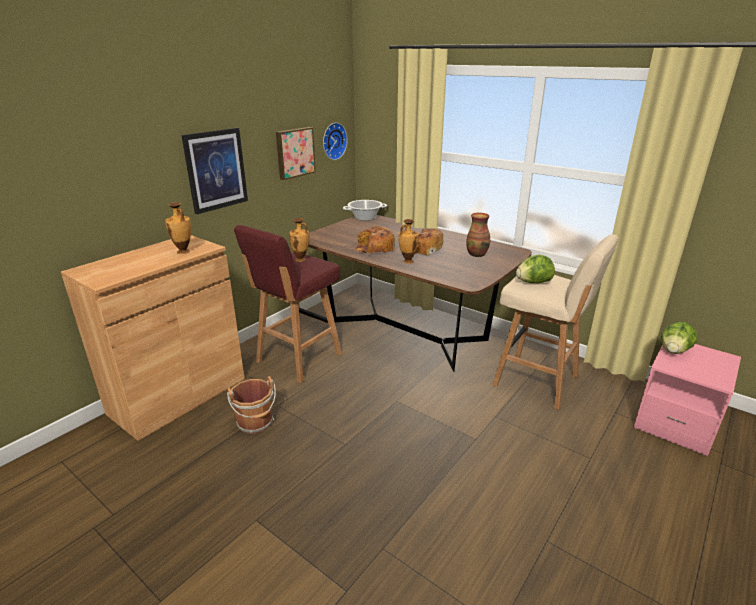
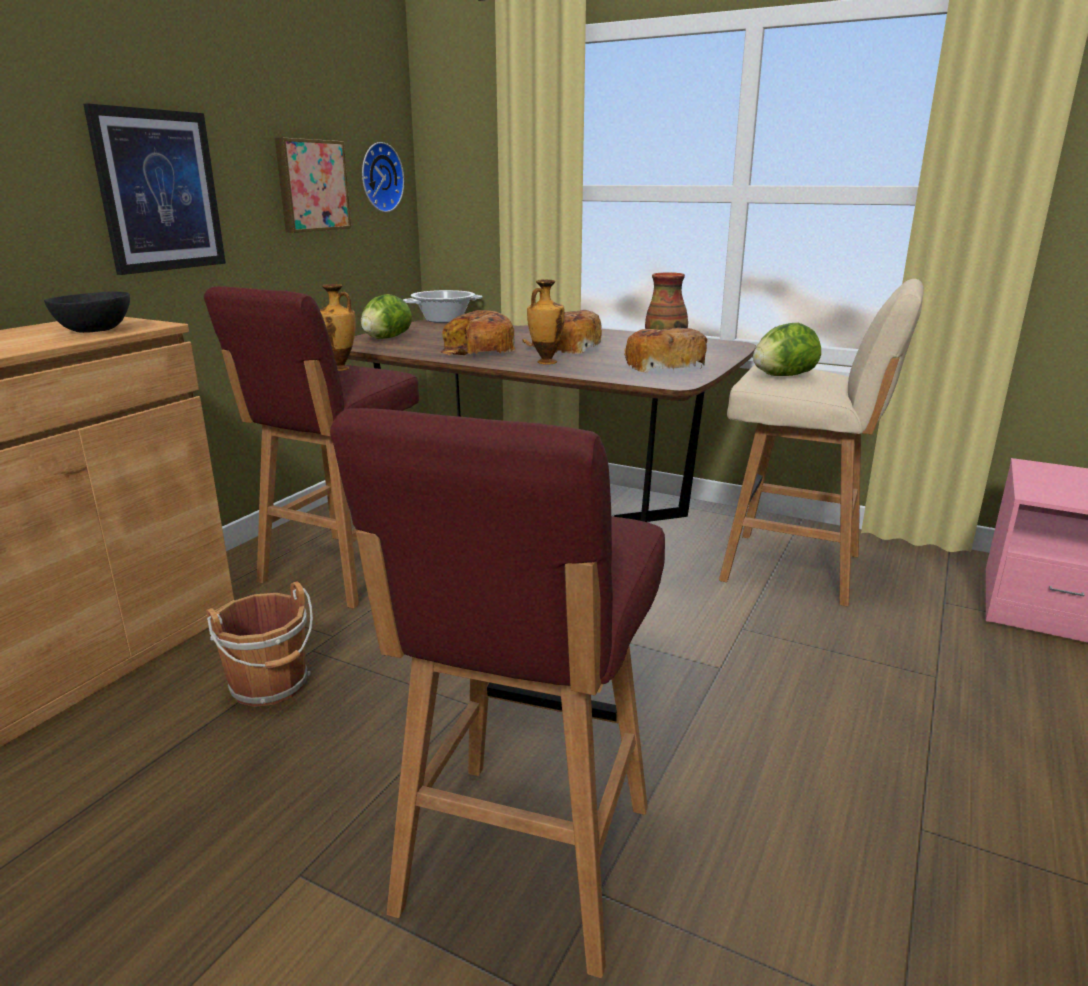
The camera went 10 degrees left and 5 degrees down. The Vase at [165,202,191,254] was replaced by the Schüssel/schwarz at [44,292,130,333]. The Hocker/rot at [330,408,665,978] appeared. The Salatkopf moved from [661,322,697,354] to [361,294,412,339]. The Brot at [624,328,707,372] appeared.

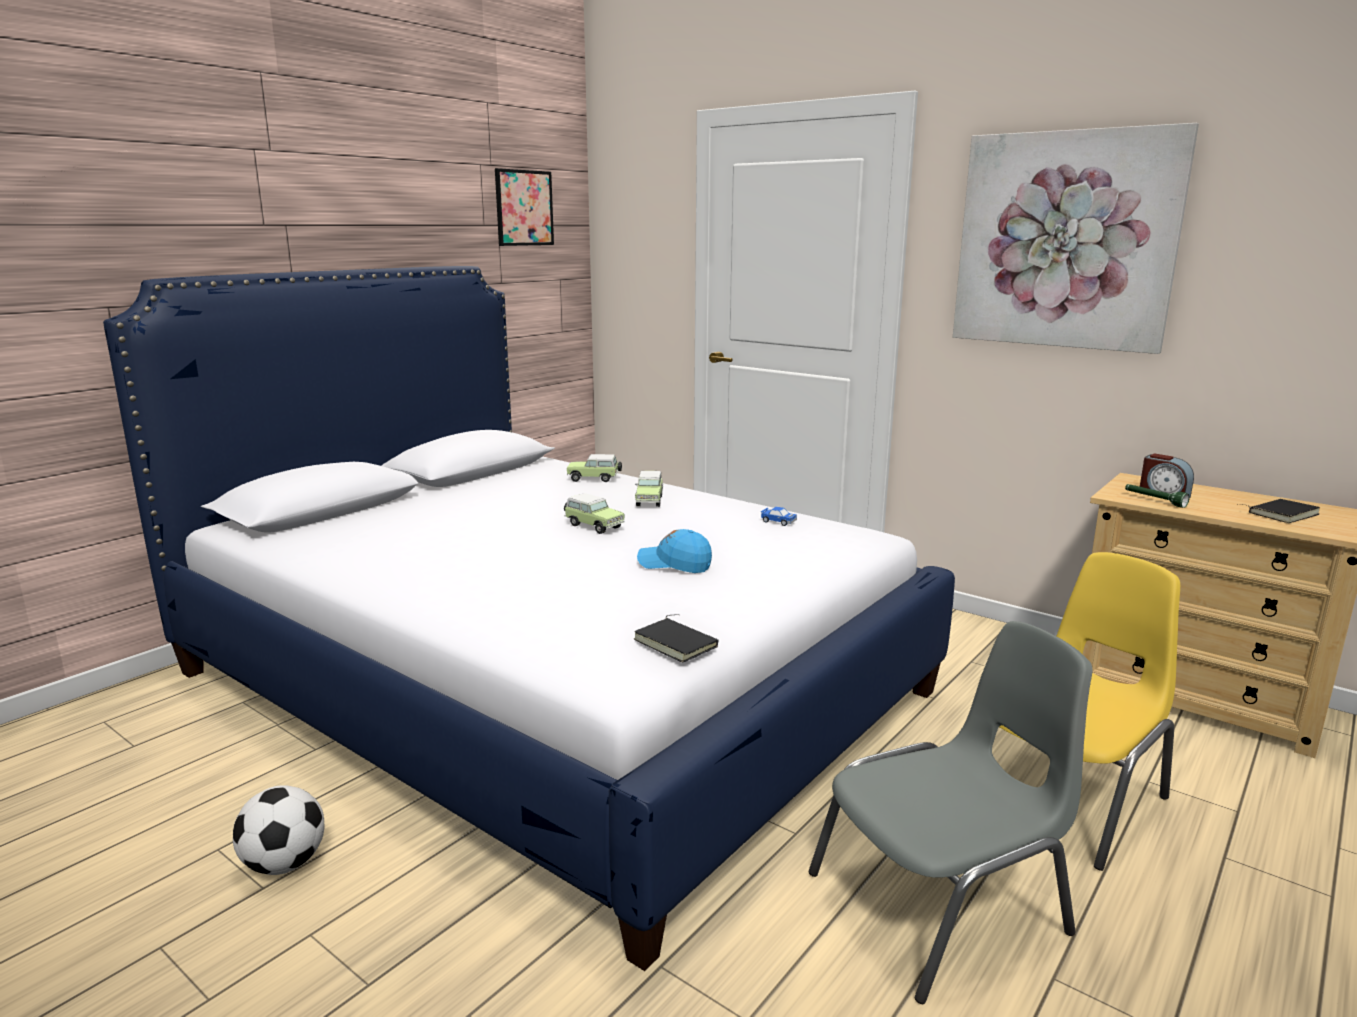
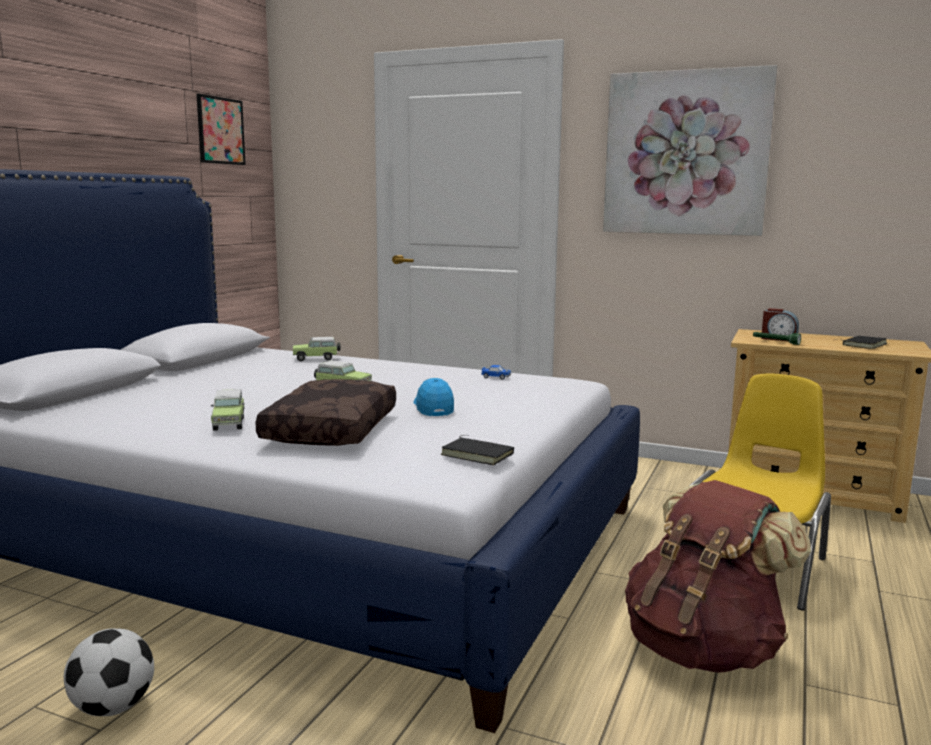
The camera went 15 degrees left and 5 degrees down. The Spielzeugauto moved from [635,471,663,507] to [211,389,245,431]. The Kissen/braun at [255,379,396,446] appeared. The Kappe/blau at [637,529,712,573] turned 75 degrees clockwise. The Stuhl/grau at [808,621,1092,1004] was replaced by the Rucksack/braun at [625,480,811,673].

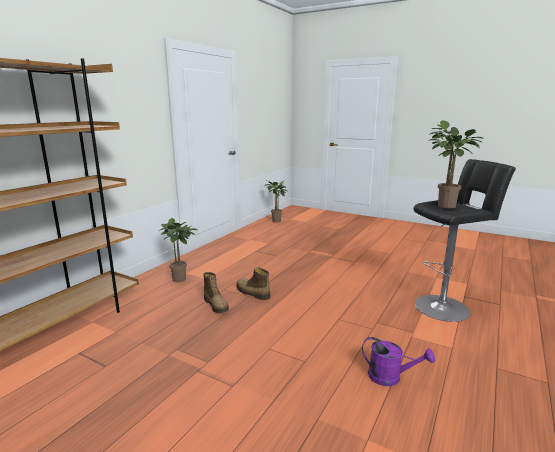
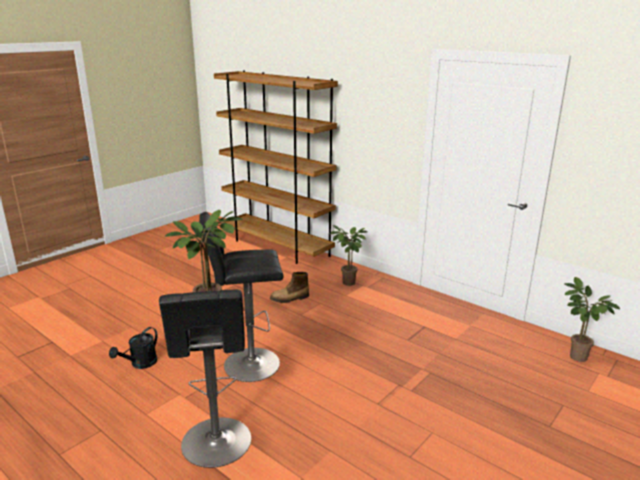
The camera went 100 degrees right and 5 degrees up. The Gießkanne/lila at [362,337,435,386] became the Gießkanne/schwarz at [109,327,158,369]. The Hocker/schwarz at [199,212,284,382] appeared. The Stiefel at [236,267,270,300] disappeared.

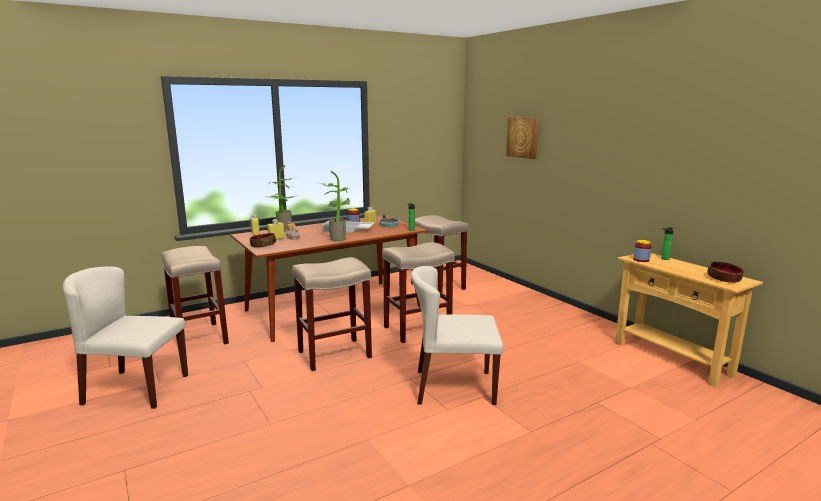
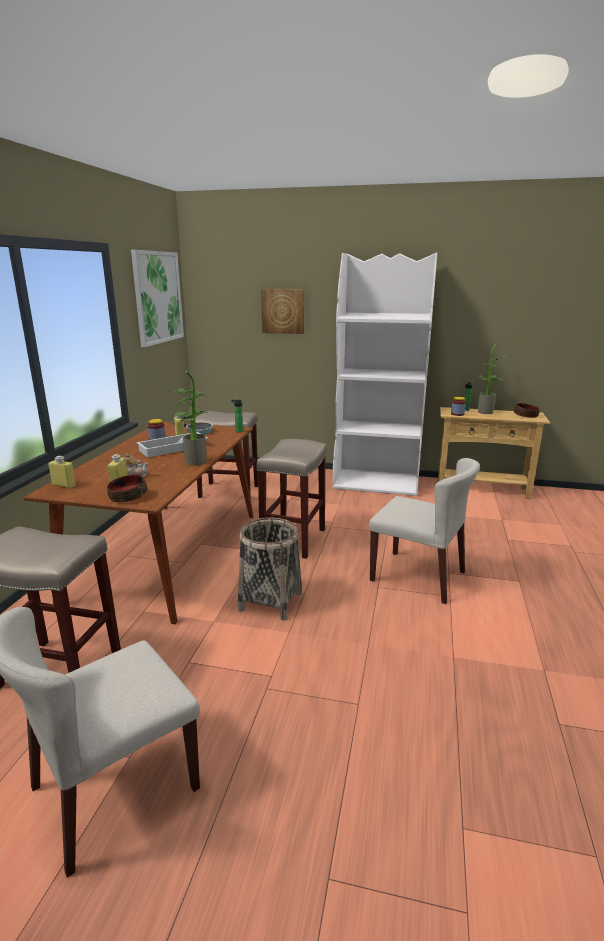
The camera went 45 degrees left and 5 degrees up. The Bild at [131,250,184,347] appeared. The Hocker/beige at [292,257,372,371] was replaced by the Korb at [238,517,302,621]. The Bücherregal/weiß at [332,252,437,496] appeared. The Stuhl/beige at [411,266,503,405] turned 105 degrees counterclockwise. The Topfpflanze moved from [265,165,298,231] to [478,344,506,414].

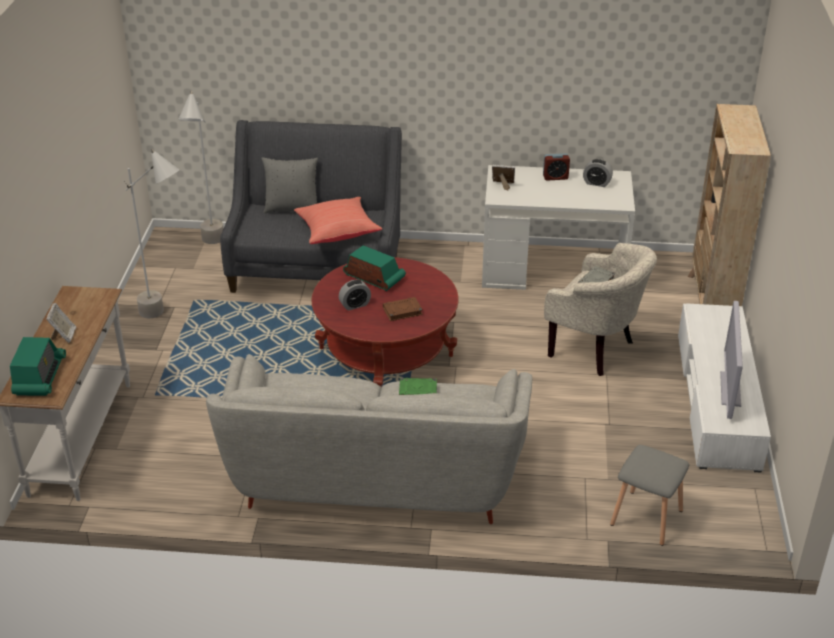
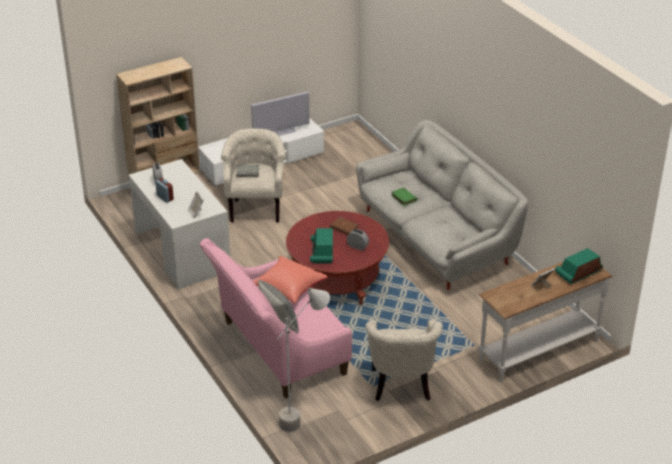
The camera went 125 degrees left and 0 degrees up. The Sofa/grau at [220,120,402,293] became the Sofa/rosa at [200,238,352,398]. The Stehlampe/grau at [124,149,179,318] was replaced by the Sessel/beige at [365,319,443,401]. The Hocker/grau at [610,445,689,546] disappeared.

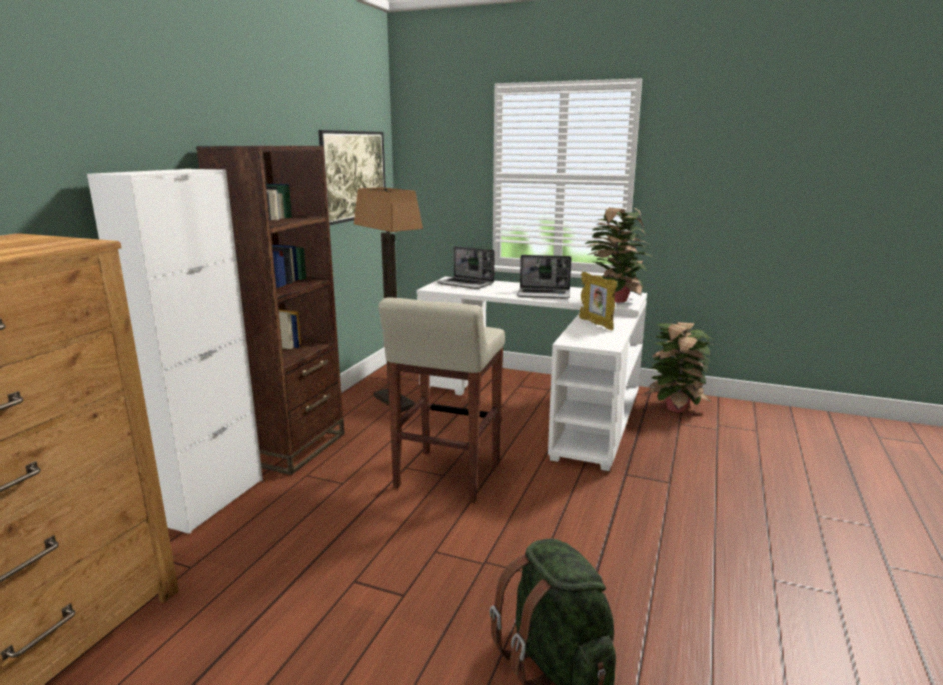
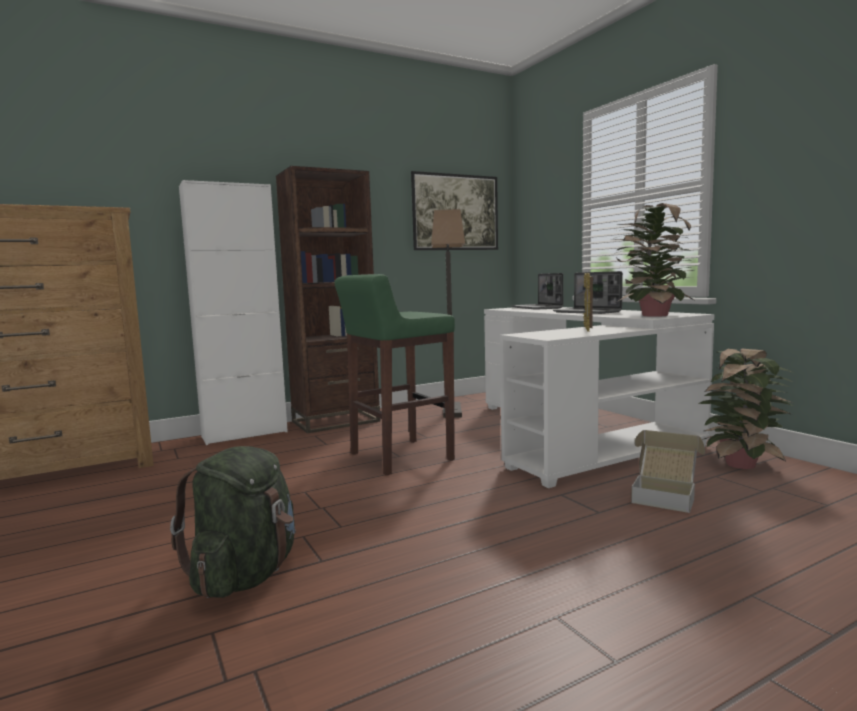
The camera went 40 degrees right and 10 degrees down. The Hocker/beige at [378,297,505,503] became the Hocker/grün at [334,274,455,476]. The Karton at [631,430,705,513] appeared.

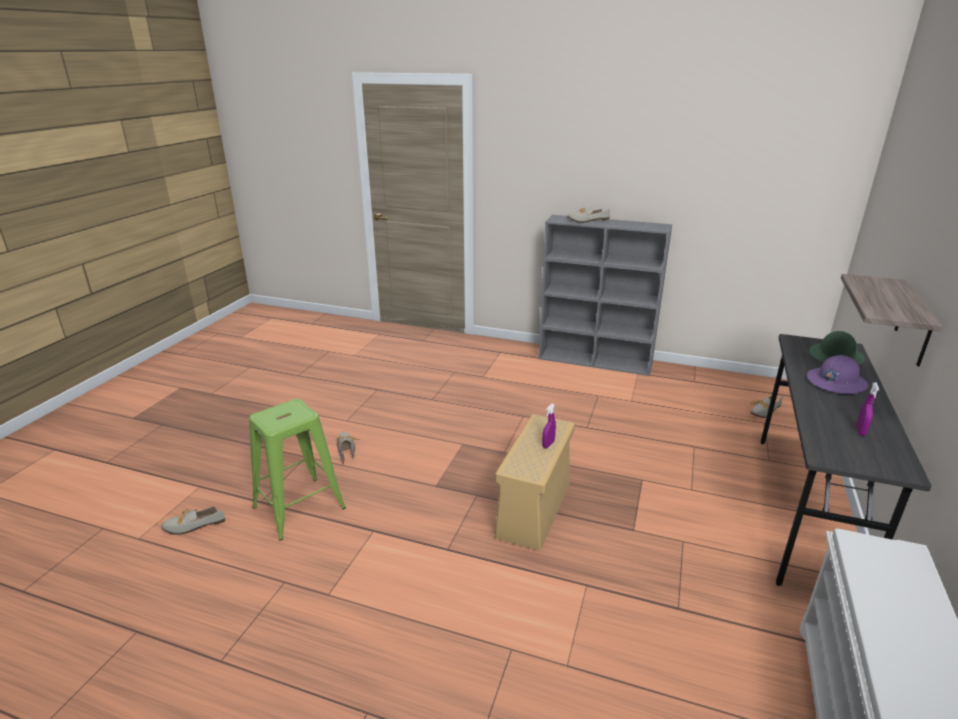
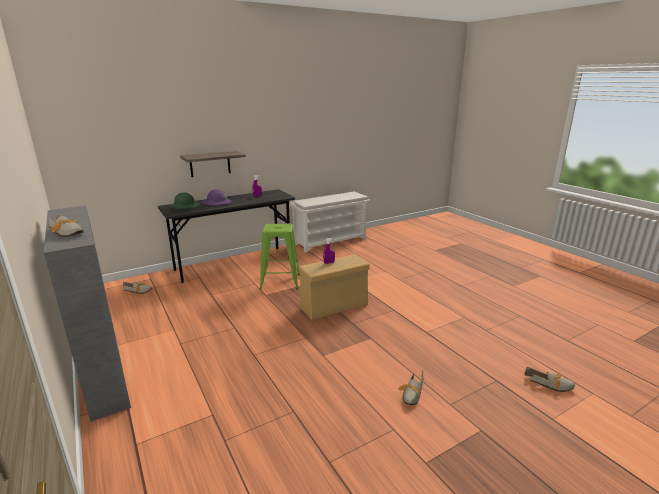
The camera went 140 degrees left and 5 degrees down. The Hocker/grün moved from [249,399,346,541] to [260,224,300,290].

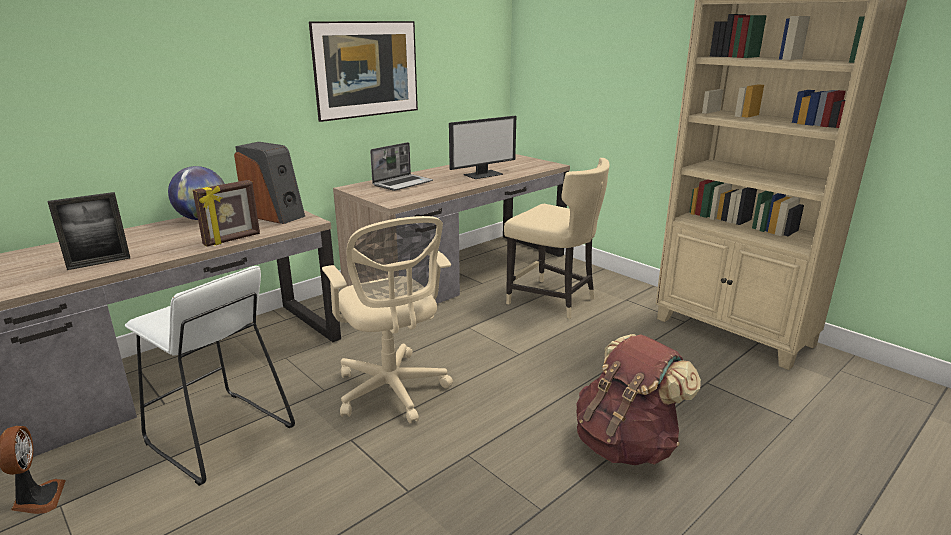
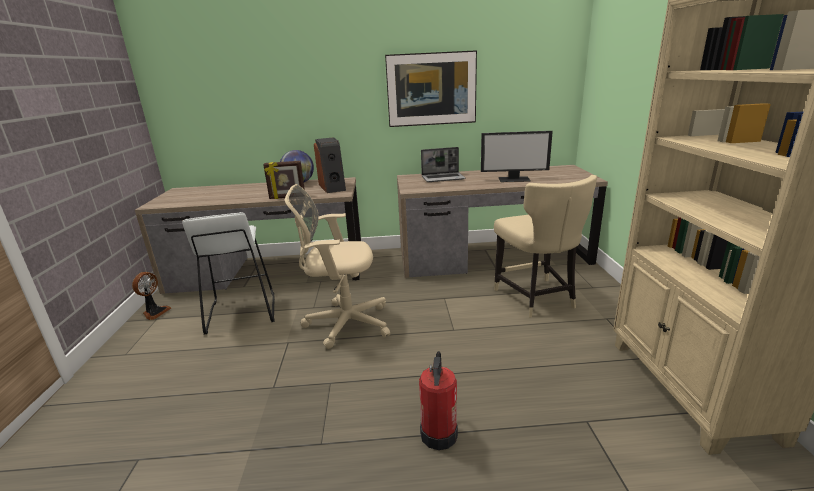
The camera went 40 degrees right and 0 degrees up. The Bürostuhl/beige at [322,216,453,424] turned 75 degrees clockwise. The Rucksack/braun at [577,334,701,465] was replaced by the Feuerlöscher at [419,351,458,450]. The Bilderrahmen at [48,192,130,270] disappeared.

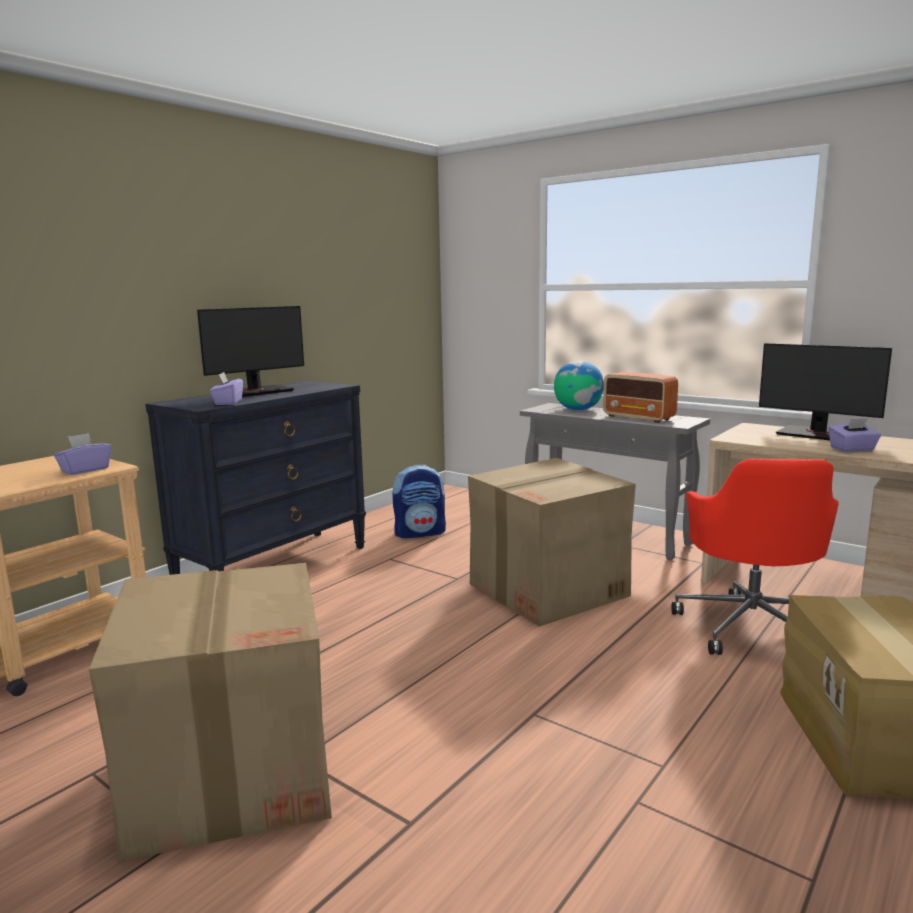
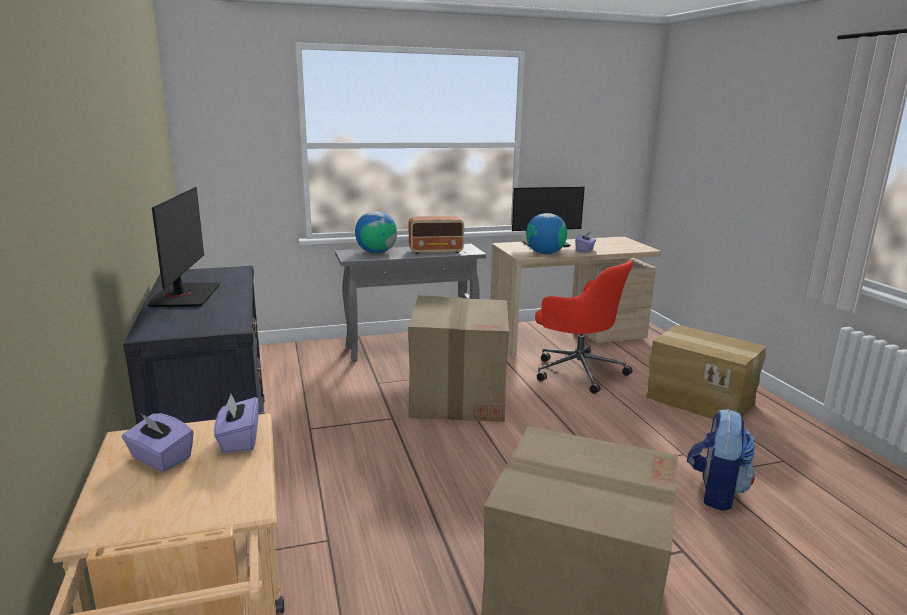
The camera went 55 degrees left and 5 degrees up. The Taschentuchbox/lila moved from [210,372,243,405] to [122,413,194,472]. The Globus at [526,213,567,254] appeared. The Rucksack moved from [392,465,446,538] to [687,409,755,511].

